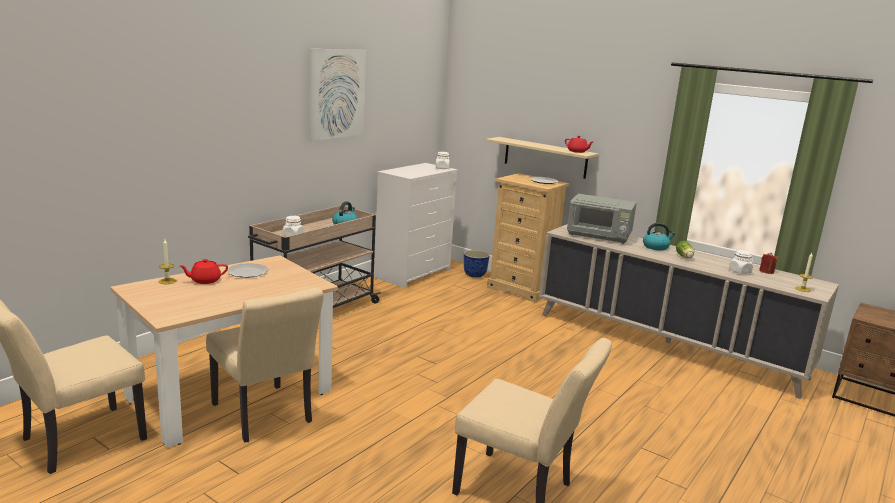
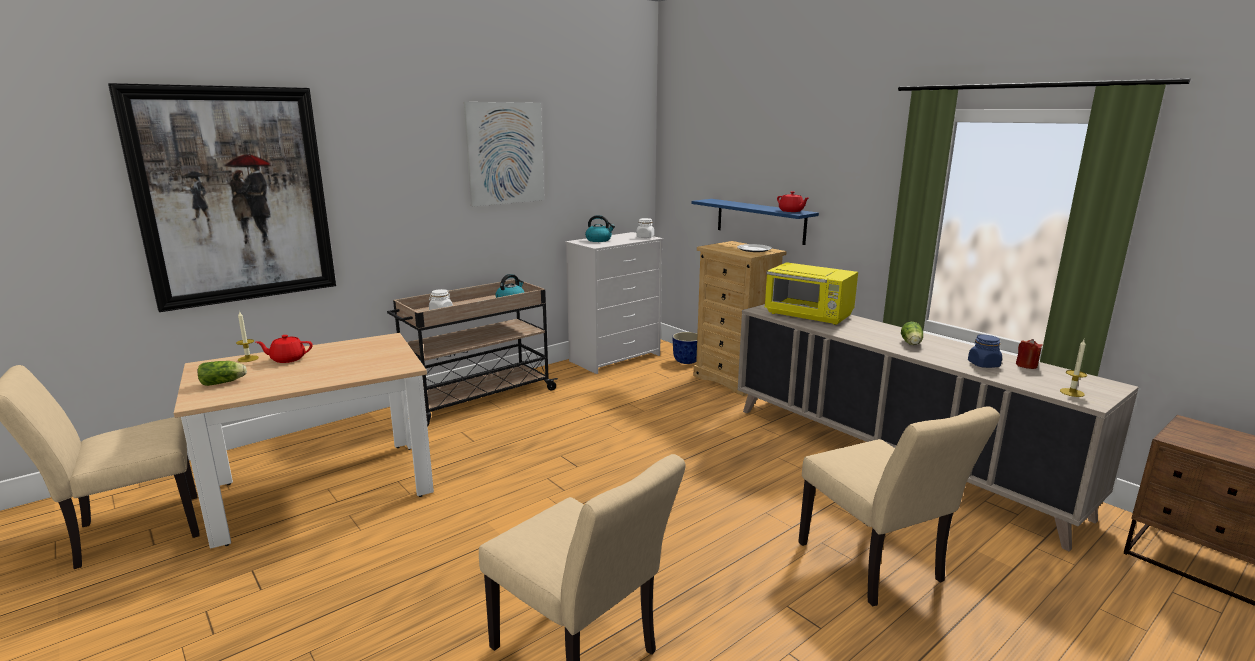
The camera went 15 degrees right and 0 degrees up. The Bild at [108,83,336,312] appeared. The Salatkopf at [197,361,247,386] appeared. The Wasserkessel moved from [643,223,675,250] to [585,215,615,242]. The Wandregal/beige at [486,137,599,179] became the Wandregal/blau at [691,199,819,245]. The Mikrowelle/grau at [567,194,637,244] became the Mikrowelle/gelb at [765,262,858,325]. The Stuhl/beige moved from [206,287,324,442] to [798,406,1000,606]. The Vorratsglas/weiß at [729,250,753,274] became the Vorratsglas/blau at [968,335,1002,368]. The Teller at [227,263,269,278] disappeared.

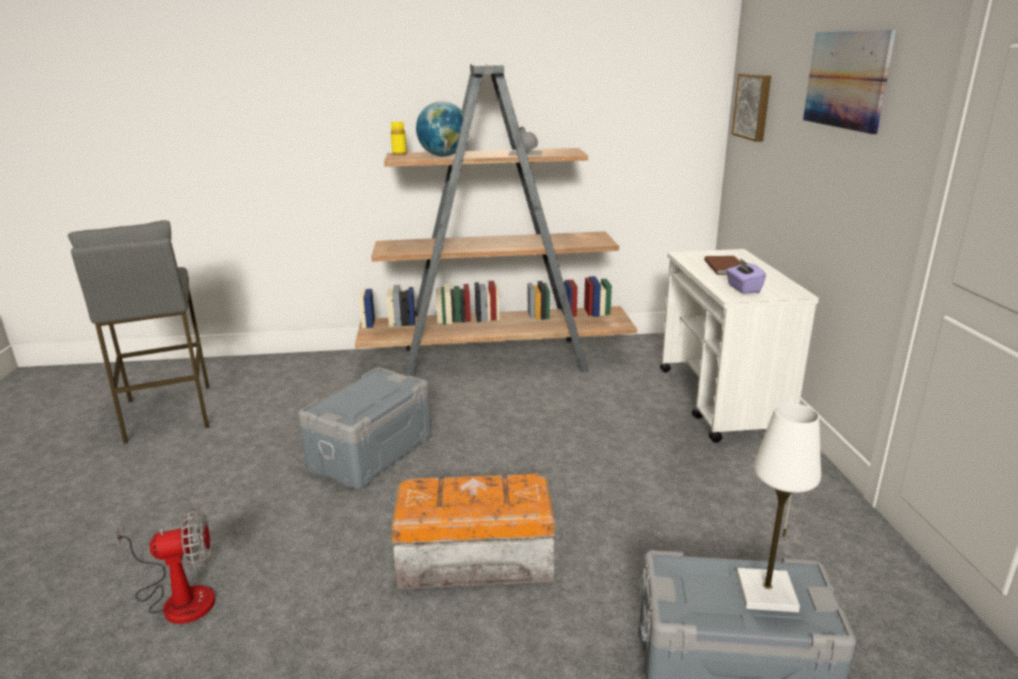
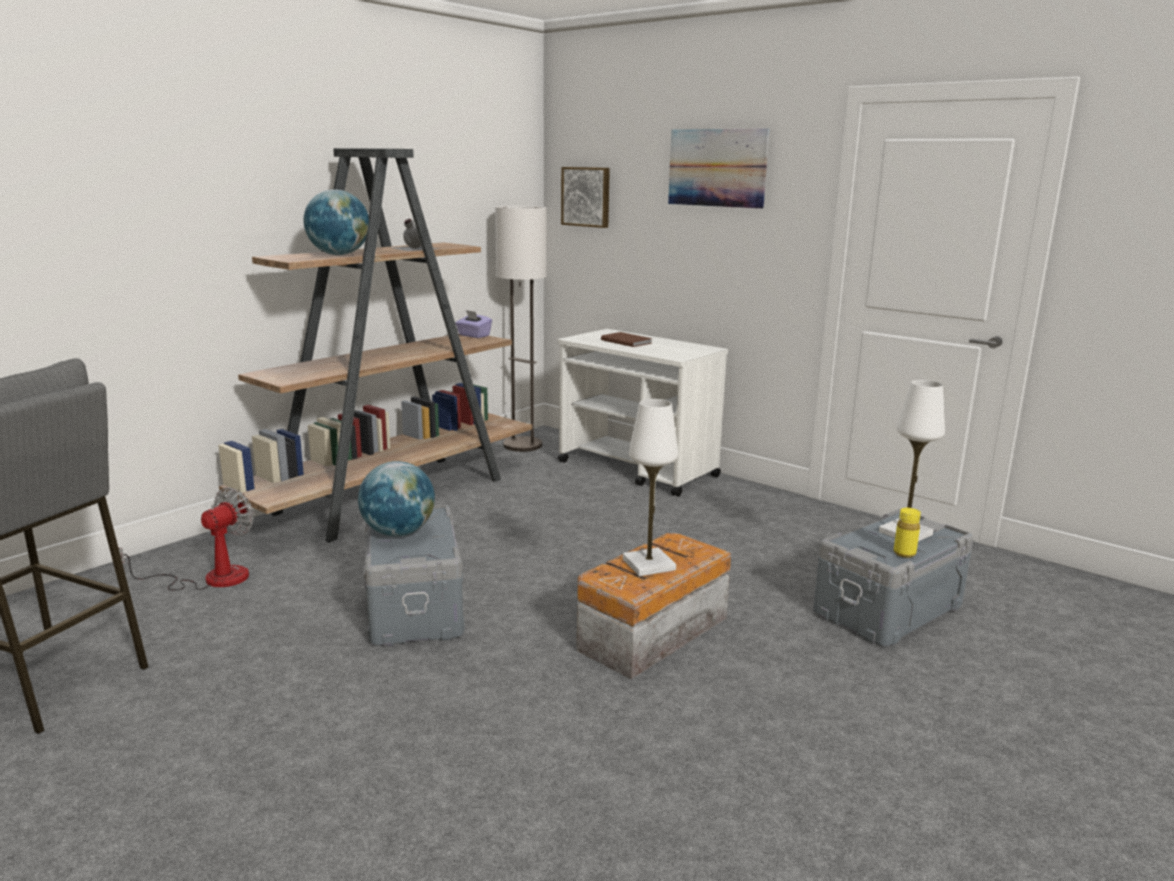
The camera went 45 degrees left and 5 degrees down. The Ventilator moved from [115,508,215,624] to [118,487,254,591]. The Globus at [358,461,435,536] appeared. The Taschentuchbox/lila moved from [726,258,766,294] to [455,310,492,338]. The Stehlampe at [495,206,546,452] appeared. The Tischlampe/weiß at [623,399,678,576] appeared. The Flasche/gelb moved from [391,122,407,155] to [894,508,921,558].

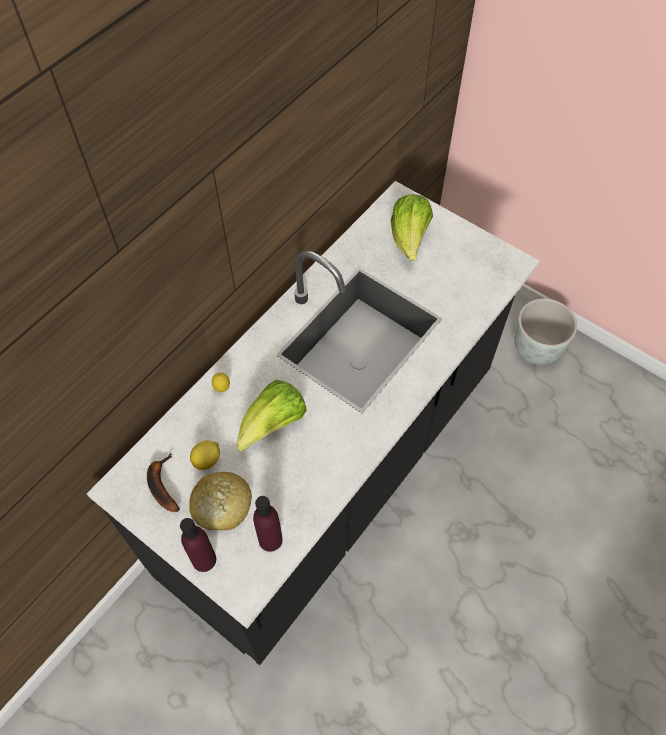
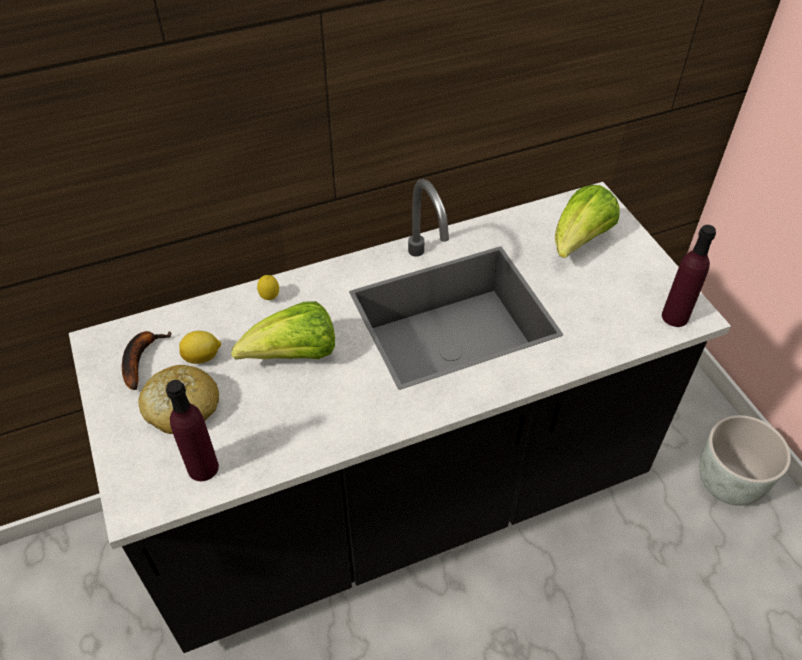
The camera went 30 degrees right and 10 degrees down. The Flasche/lila moved from [180,518,216,572] to [662,225,716,327].

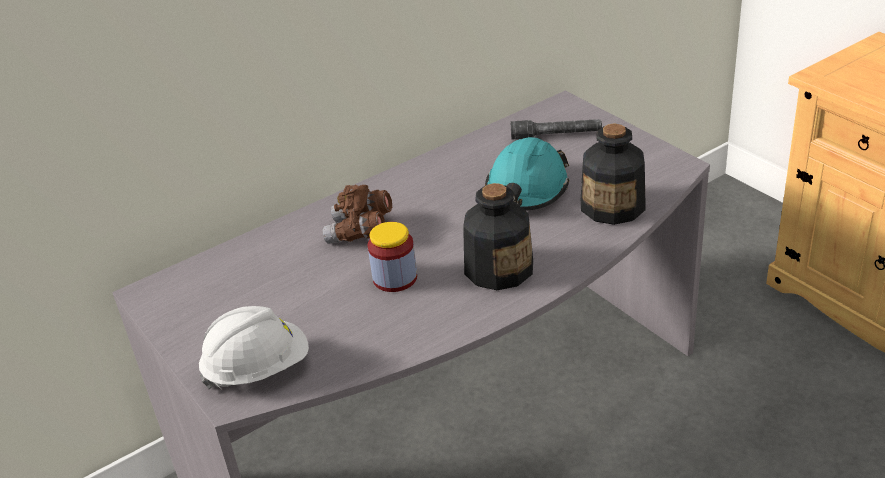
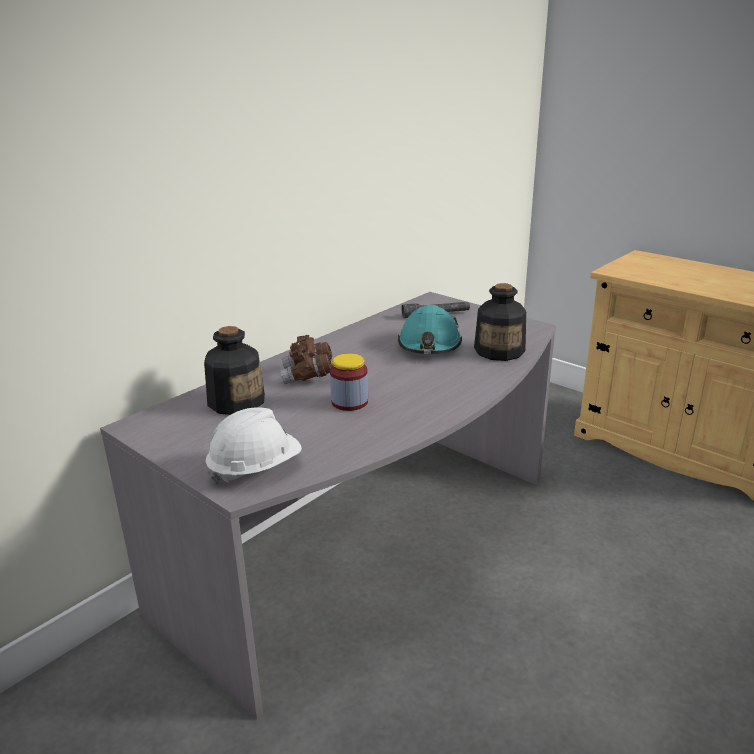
The camera went 15 degrees left and 10 degrees down. The Flasche moved from [463,183,533,290] to [204,326,265,415].

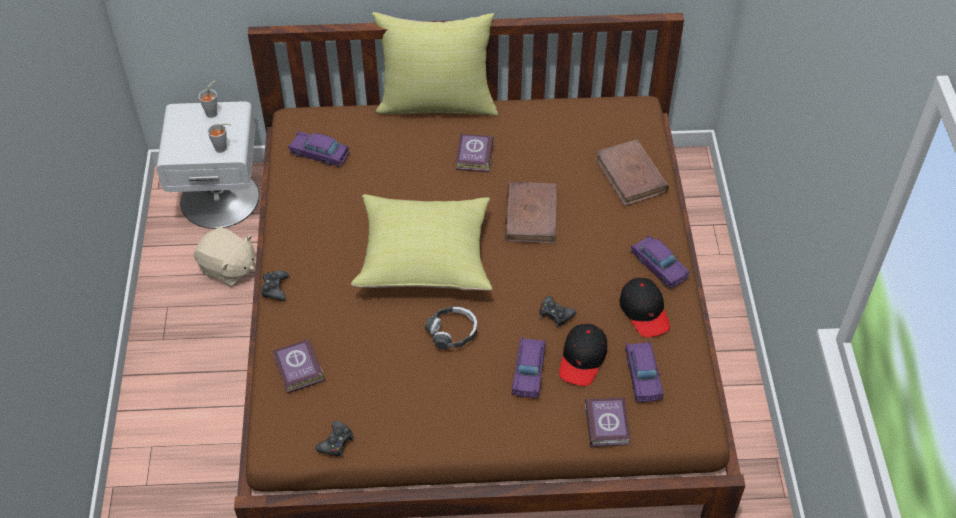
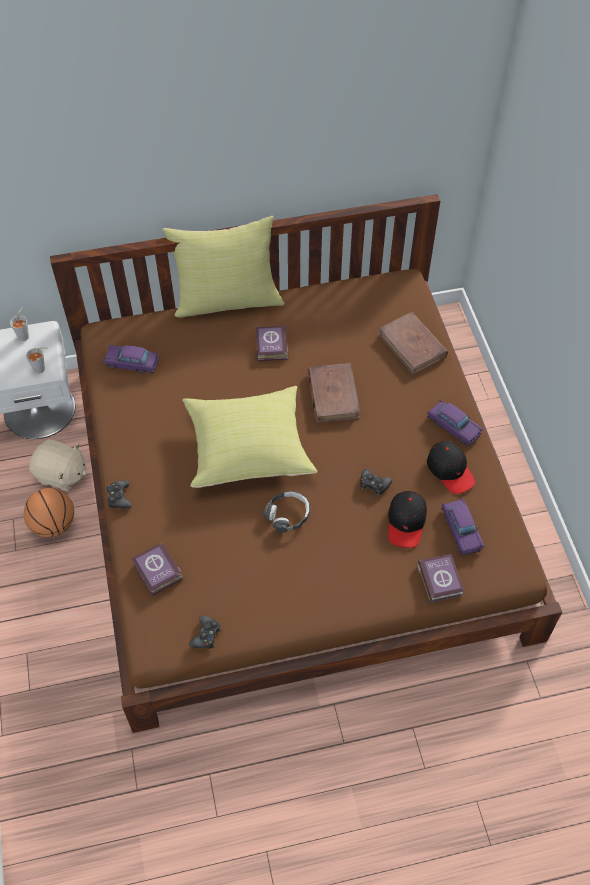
The camera went 10 degrees left and 5 degrees up. The Basketball at [24,488,74,538] appeared. The Spielzeugauto/lila at [511,336,546,399] disappeared.

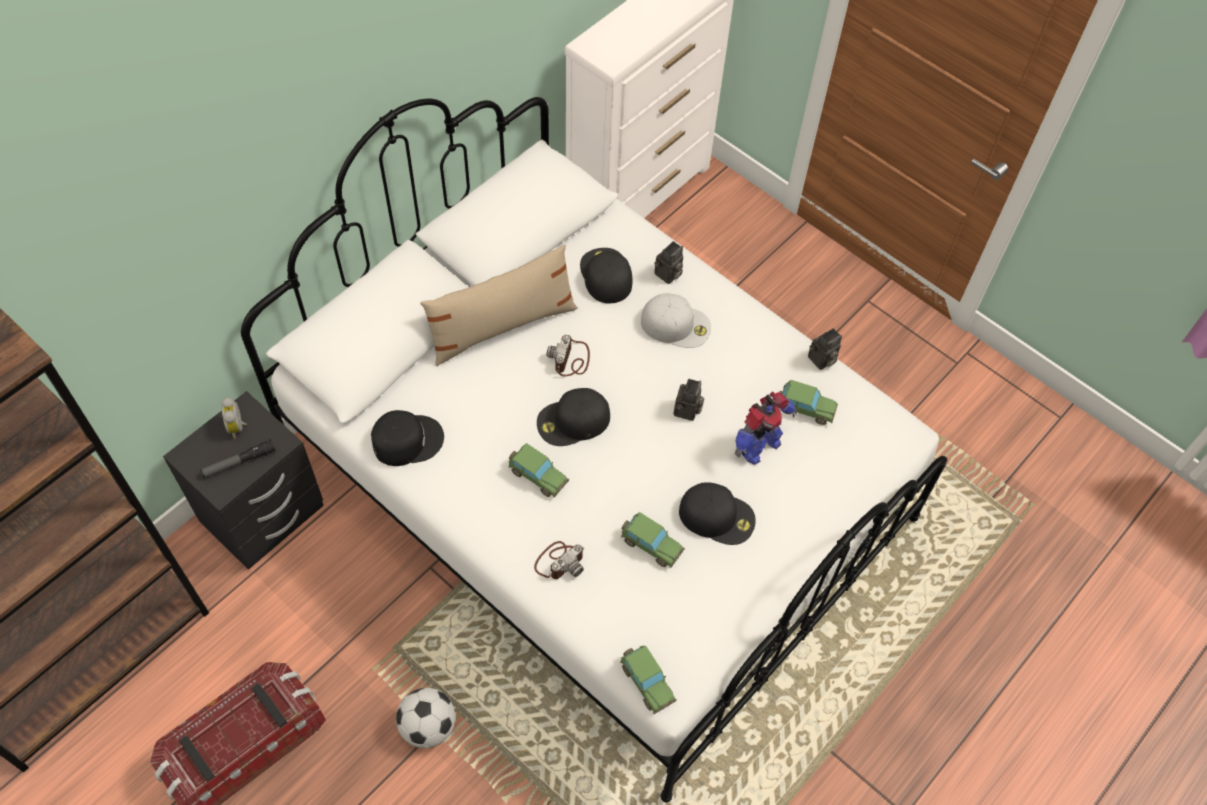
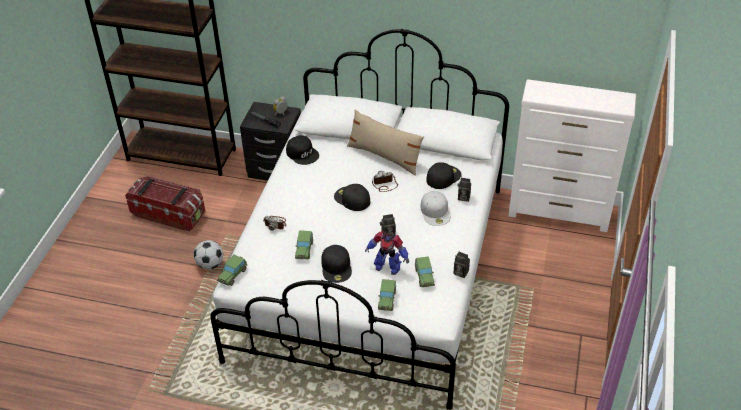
The camera went 65 degrees right and 15 degrees down. The Spielzeugauto moved from [509,443,569,497] to [378,279,396,311].

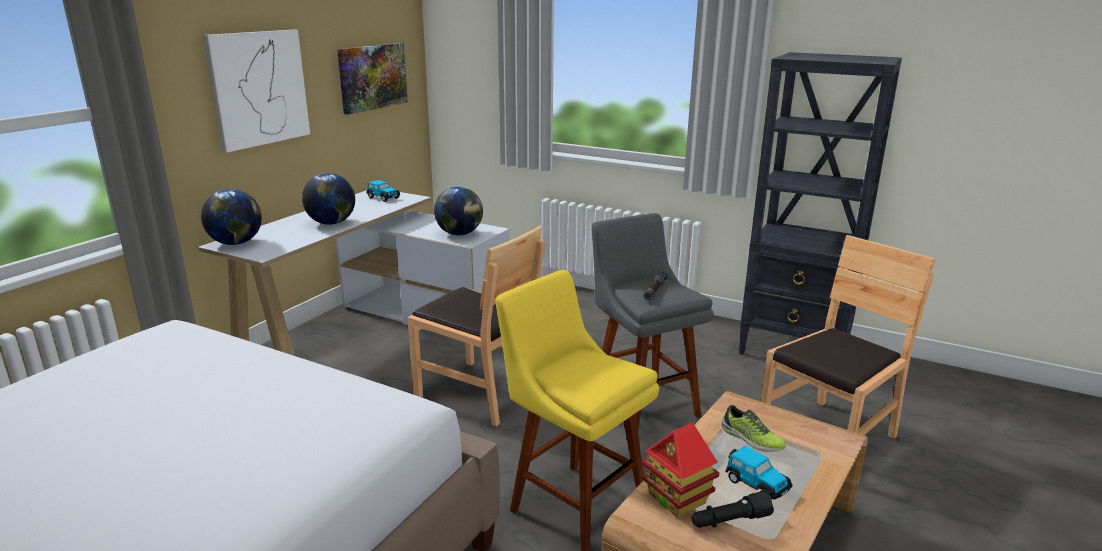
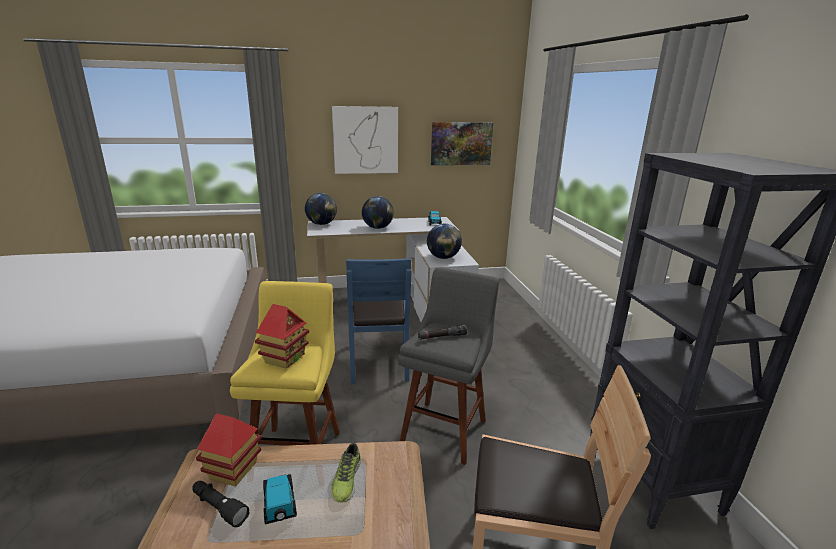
The camera went 50 degrees right and 0 degrees up. The Spielzeughaus at [255,304,309,369] appeared. The Spielzeugauto at [725,446,793,500] turned 150 degrees clockwise. The Stuhl/braun at [408,226,545,426] became the Stuhl/blau at [346,258,411,384].

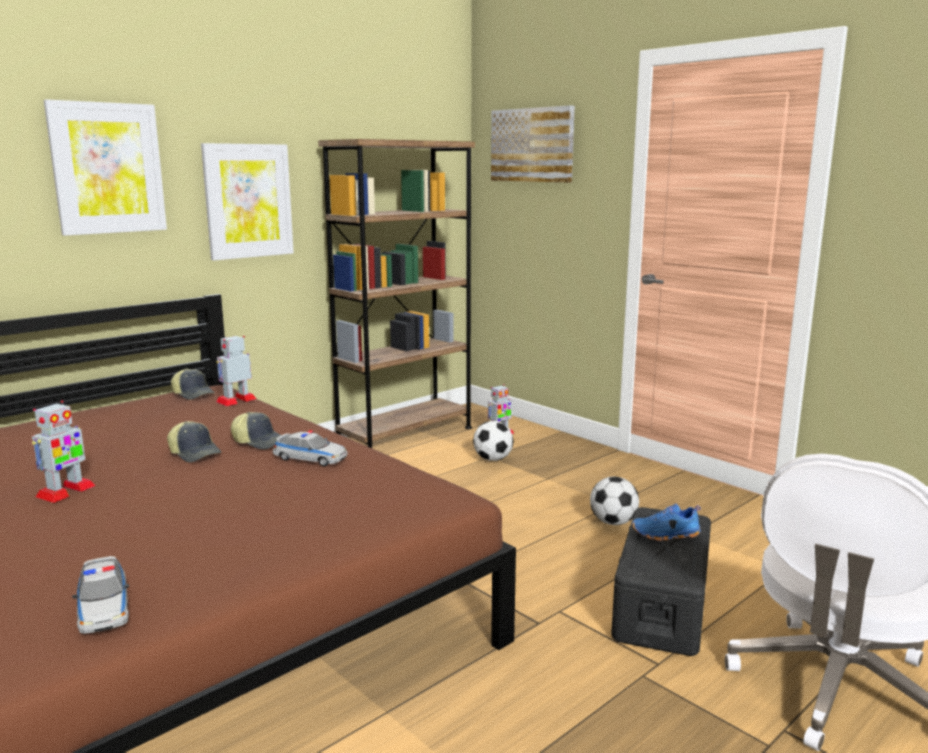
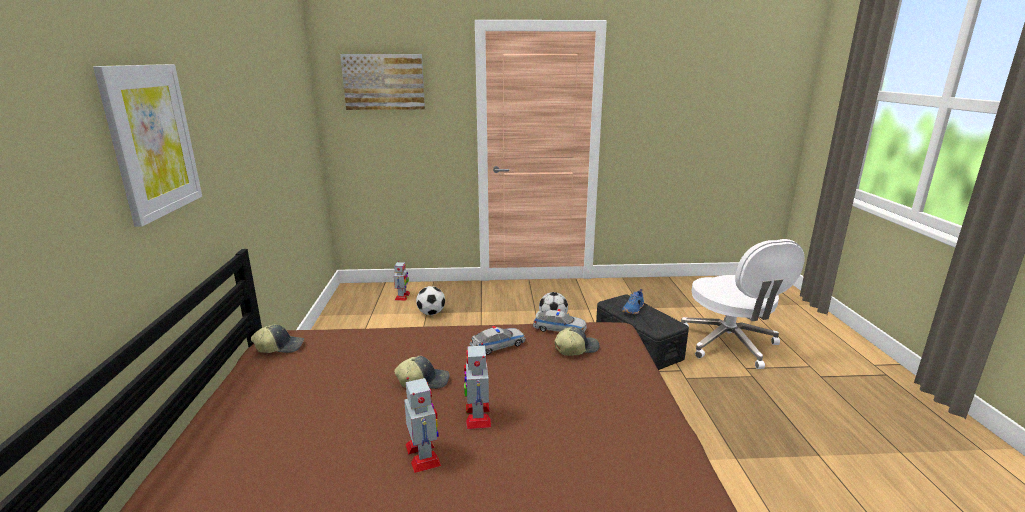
The camera went 50 degrees left and 5 degrees up. The Spielzeugroboter moved from [216,336,257,406] to [464,343,491,429]. The Spielzeugauto moved from [72,556,129,634] to [533,309,587,332]. The Kappe moved from [231,412,281,450] to [554,327,600,356]. The Bild at [201,143,294,261] disappeared. The Bücherregal/braun at [318,139,475,448] disappeared.

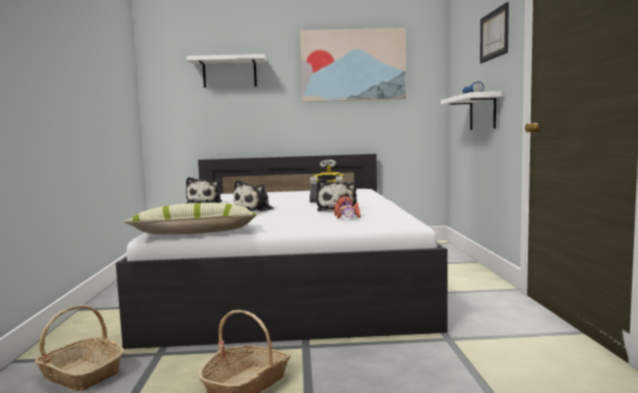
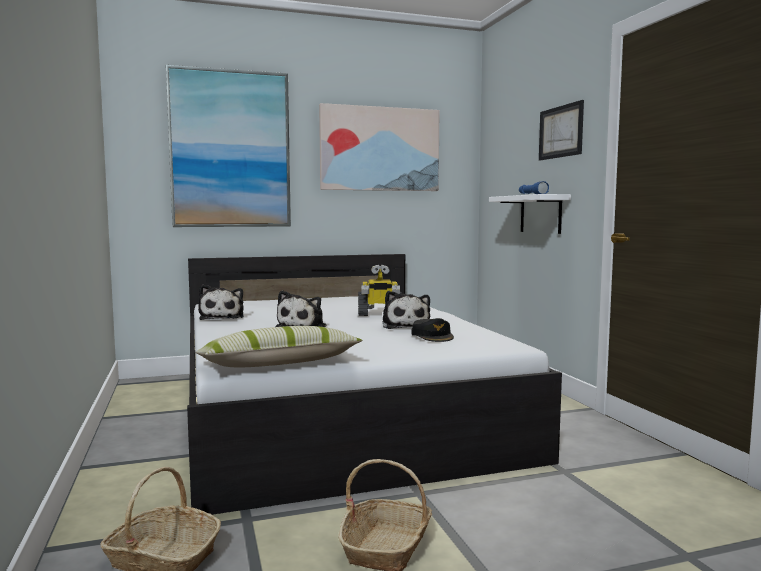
The camera went 15 degrees left and 0 degrees up. The Wandregal/weiß at [187,54,266,88] was replaced by the Bild at [166,65,291,227]. The Spielzeugauto at [334,196,361,219] was replaced by the Kappe/schwarz at [412,318,454,342].

